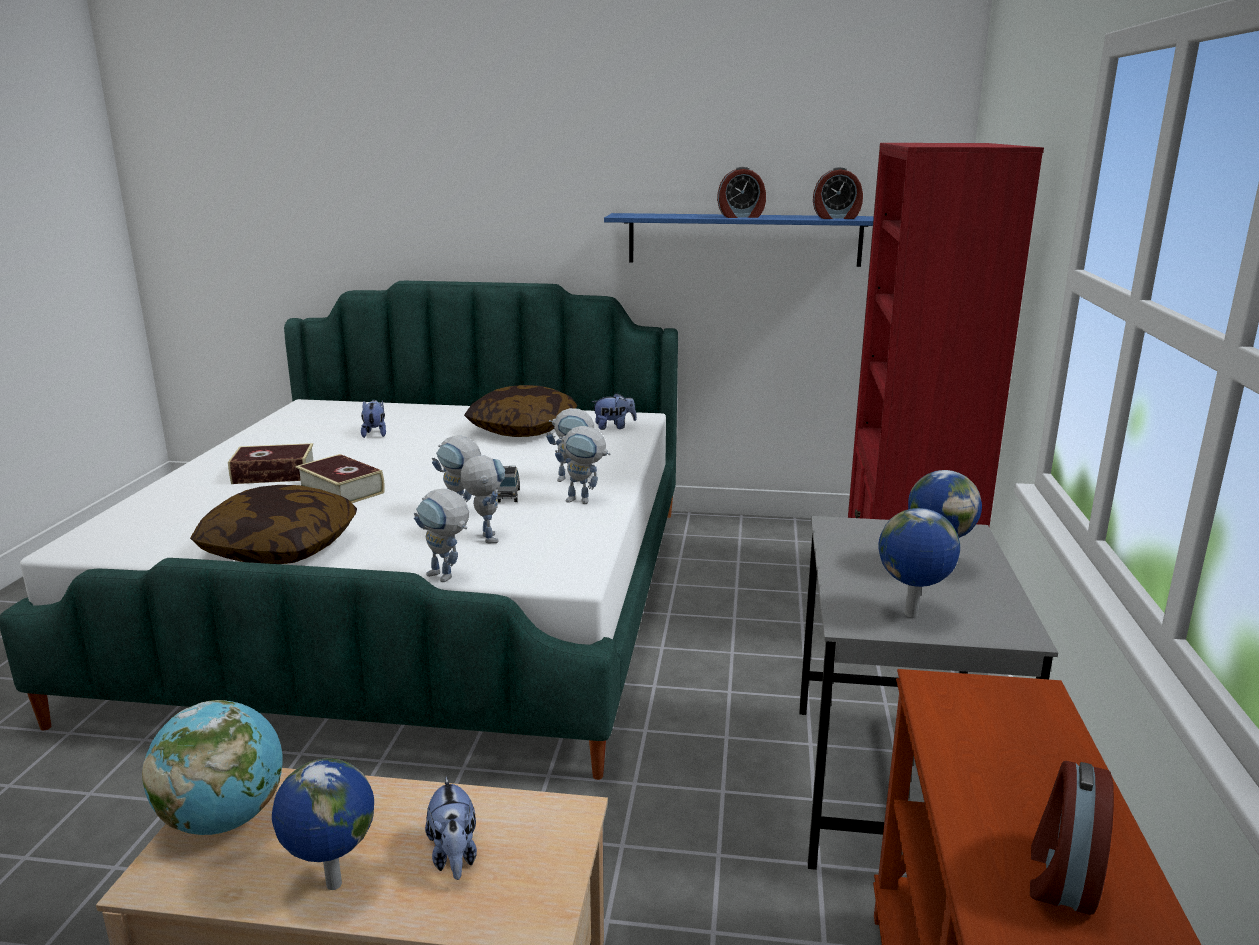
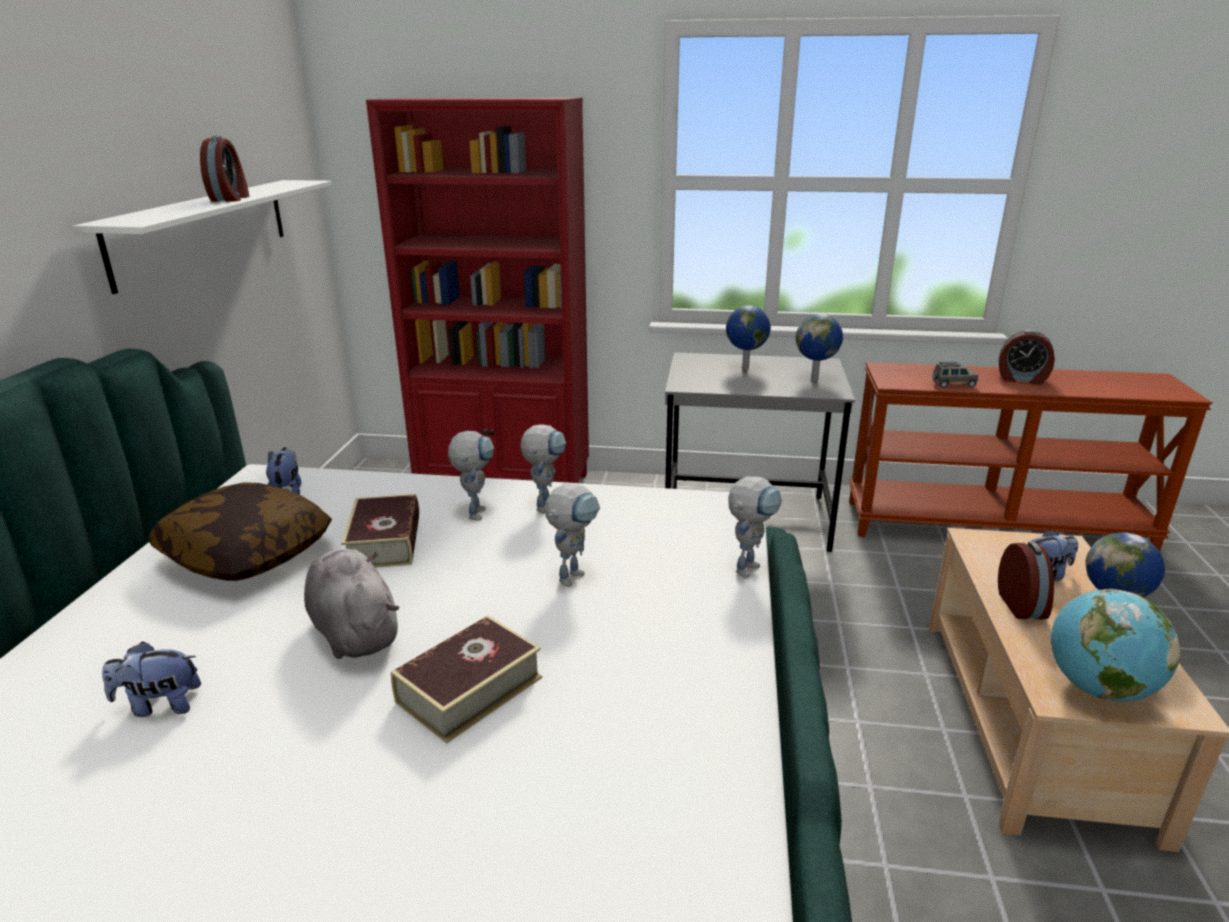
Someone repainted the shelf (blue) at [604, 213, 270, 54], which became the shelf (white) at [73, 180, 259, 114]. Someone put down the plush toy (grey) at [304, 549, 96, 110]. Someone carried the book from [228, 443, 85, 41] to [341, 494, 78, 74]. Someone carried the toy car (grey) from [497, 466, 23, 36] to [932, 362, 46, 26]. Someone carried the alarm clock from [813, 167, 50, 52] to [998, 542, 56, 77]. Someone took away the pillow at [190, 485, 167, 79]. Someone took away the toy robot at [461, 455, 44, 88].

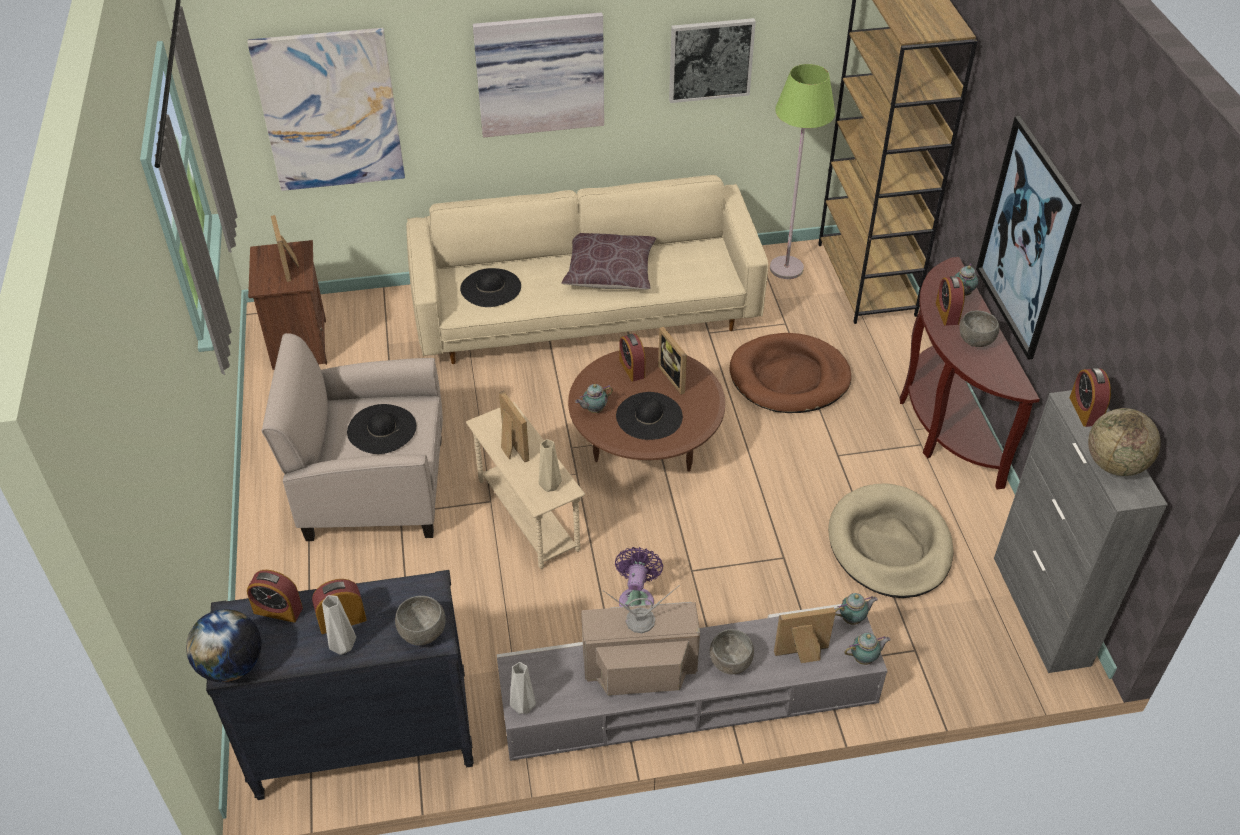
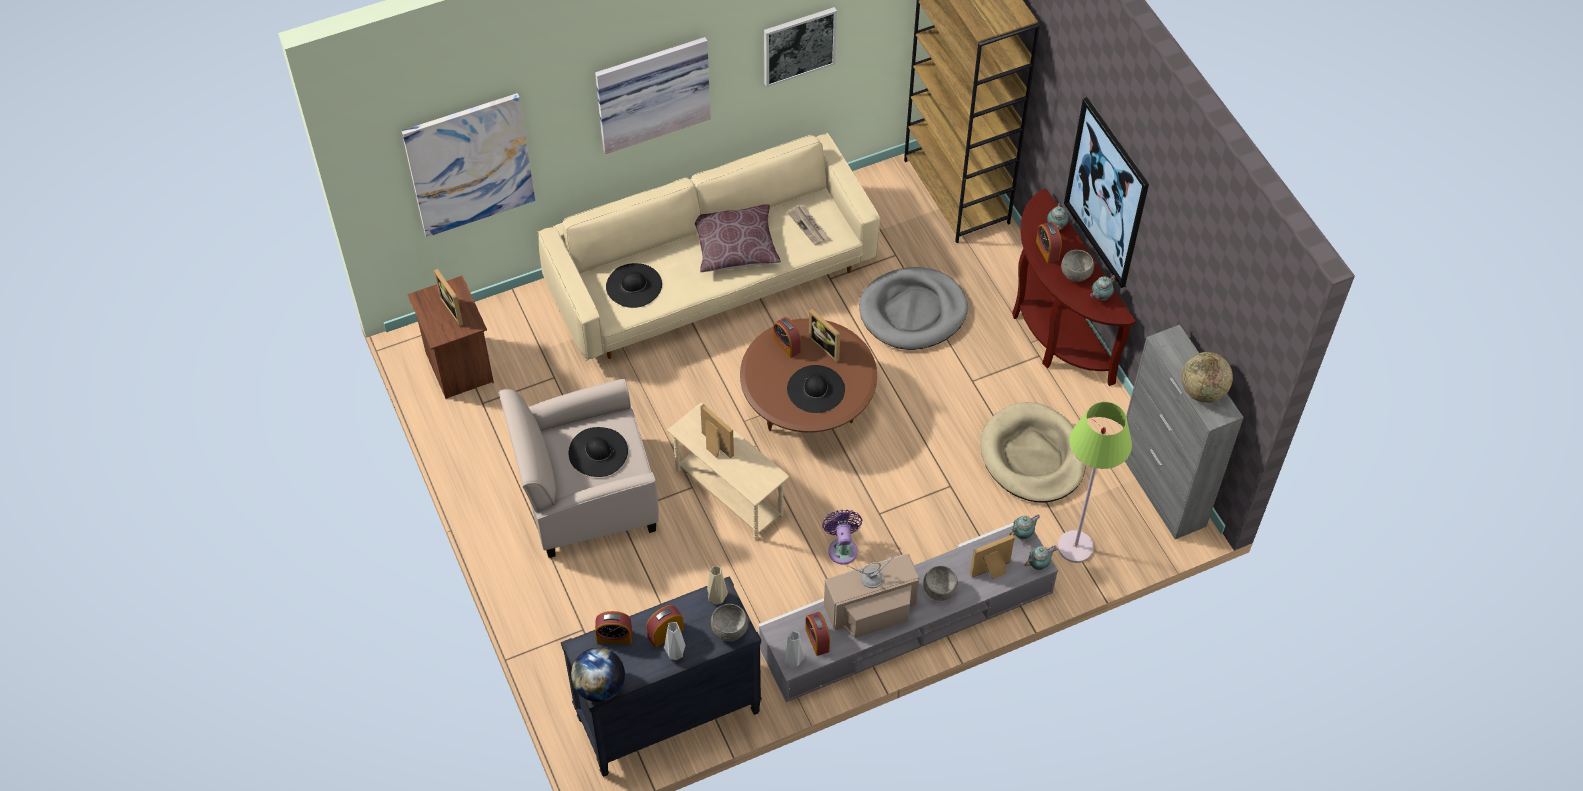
Someone carried the vase (beige) from [539, 439, 23, 53] to [707, 566, 21, 39]. Someone put down the newspaper at [788, 206, 41, 39]. Someone carried the alarm clock from [1069, 368, 42, 59] to [805, 612, 25, 44]. Someone repainted the dog bed (brown) at [729, 333, 123, 80], which became the dog bed (grey) at [859, 267, 109, 83]. Someone carried the floor lamp (green) from [770, 64, 65, 215] to [1058, 402, 74, 161]. Someone carried the teapot from [575, 384, 38, 29] to [1090, 275, 25, 26].

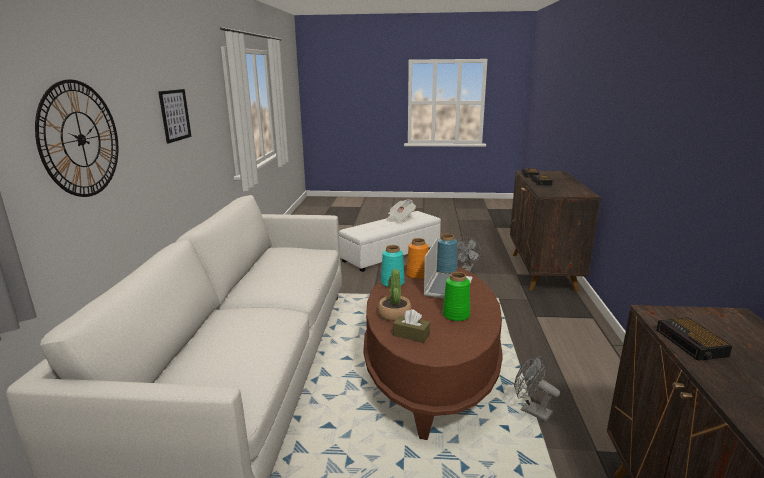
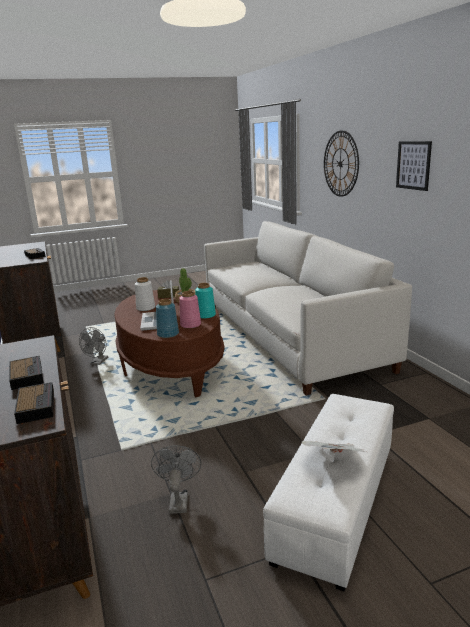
Someone rotated the fan (grey) at [514, 357, 46, 65] by 90 degrees clockwise. Someone repainted the vase (green) at [443, 272, 27, 49], which became the vase (white) at [135, 277, 20, 34]. Someone repainted the vase (orange) at [406, 238, 22, 41], which became the vase (pink) at [179, 291, 22, 38].

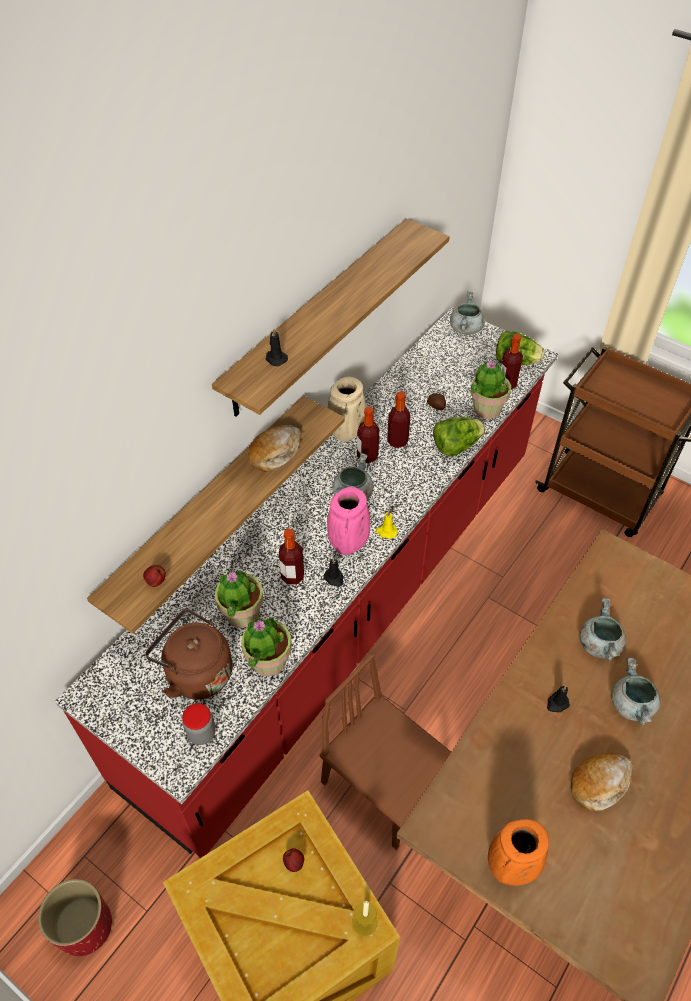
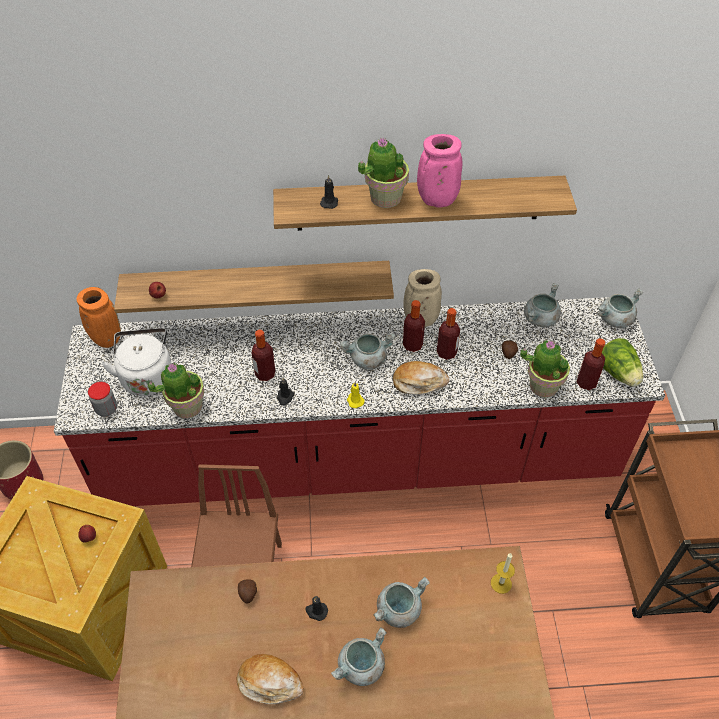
Someone carried the vase (orange) from [488, 819, 61, 67] to [76, 287, 45, 61]. Someone repainted the kettle (brown) at [145, 609, 88, 91], which became the kettle (white) at [101, 328, 71, 68]. Someone put down the potato at [238, 579, 19, 25]. Someone carried the potted plant from [215, 570, 49, 58] to [358, 137, 51, 71]. Someone carried the bread from [248, 425, 53, 47] to [393, 361, 56, 33]. Someone carried the vase (pink) from [327, 487, 43, 68] to [417, 134, 45, 74]. Someone carried the candle from [352, 901, 25, 35] to [491, 553, 24, 41]. Someone put down the cooking pot (grey) at [524, 283, 37, 44]. Someone took away the lettuce at [433, 417, 52, 39].

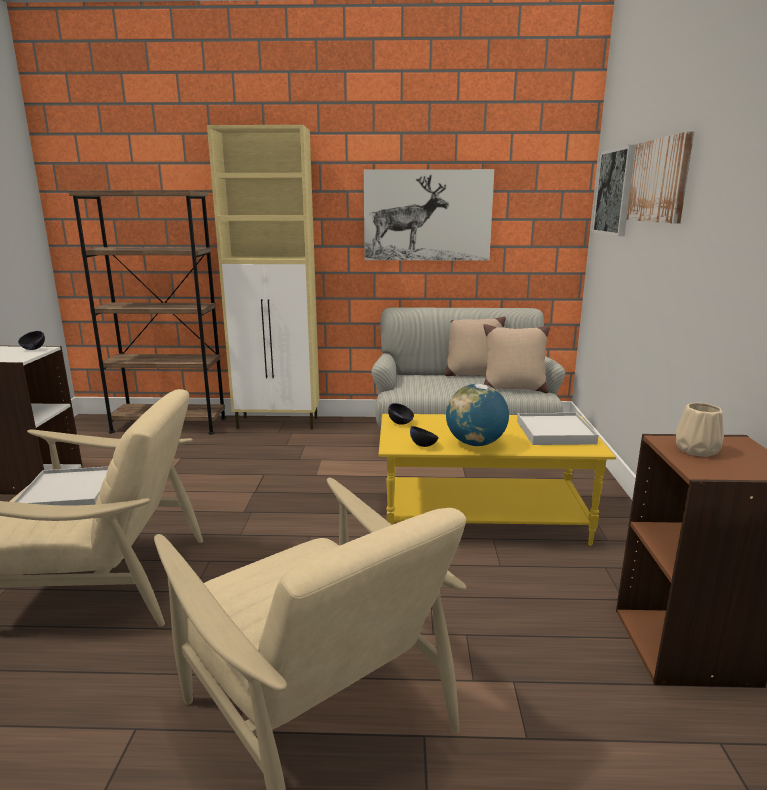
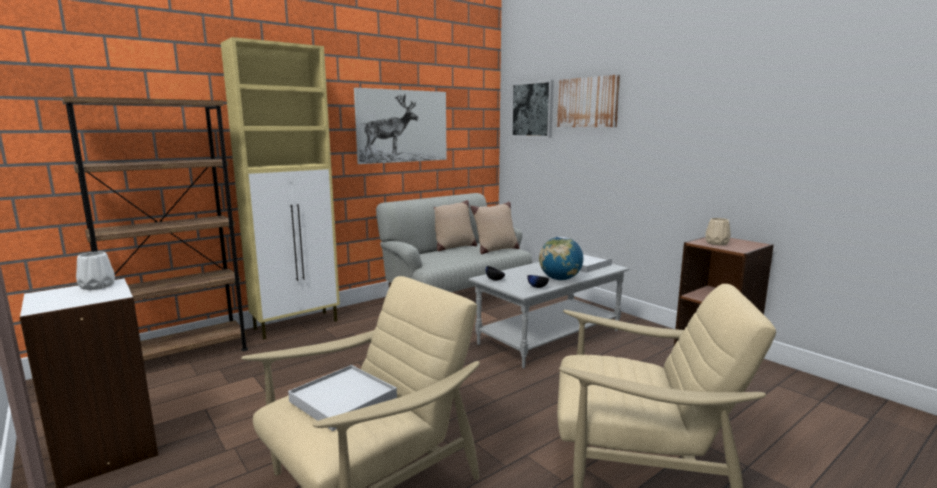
Someone swapped the bowl (black) at [18, 331, 27, 19] for the vase (white) at [76, 252, 39, 38]. Someone repainted the coffee table (yellow) at [379, 414, 237, 132], which became the coffee table (grey) at [468, 262, 161, 107].

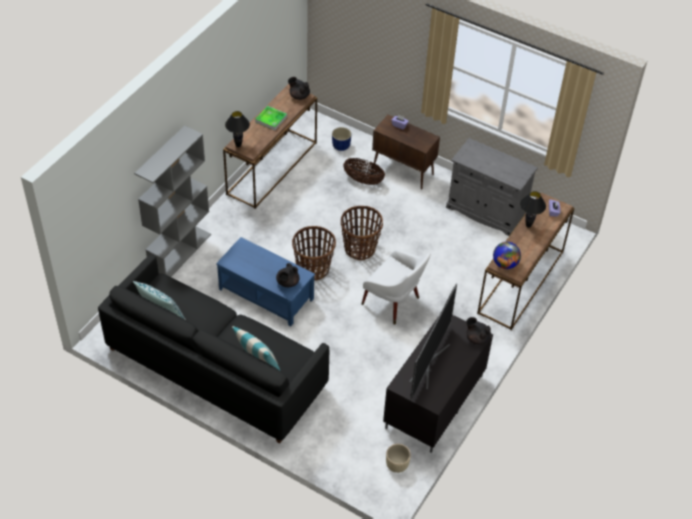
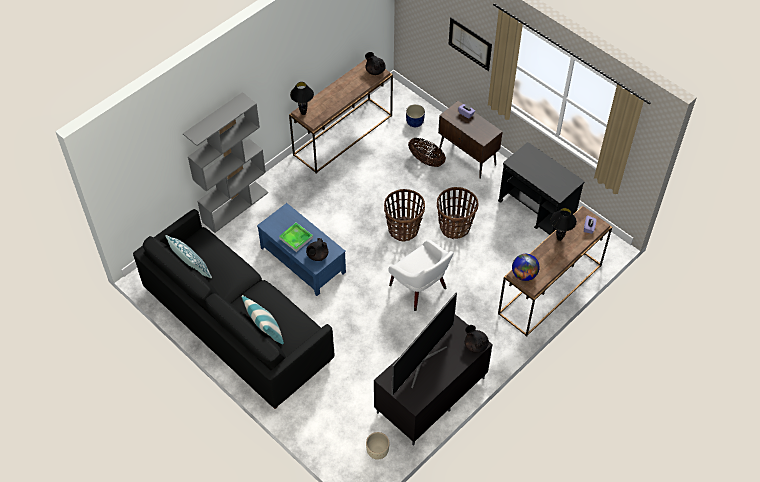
Someone carried the tray from [255, 106, 32, 24] to [279, 223, 34, 29]. Someone carried the basket from [292, 226, 44, 55] to [437, 187, 41, 52]. Someone put up the picture at [448, 17, 44, 54]. Someone swapped the cabinet (grey) at [446, 138, 92, 98] for the cart (black) at [498, 142, 87, 93].

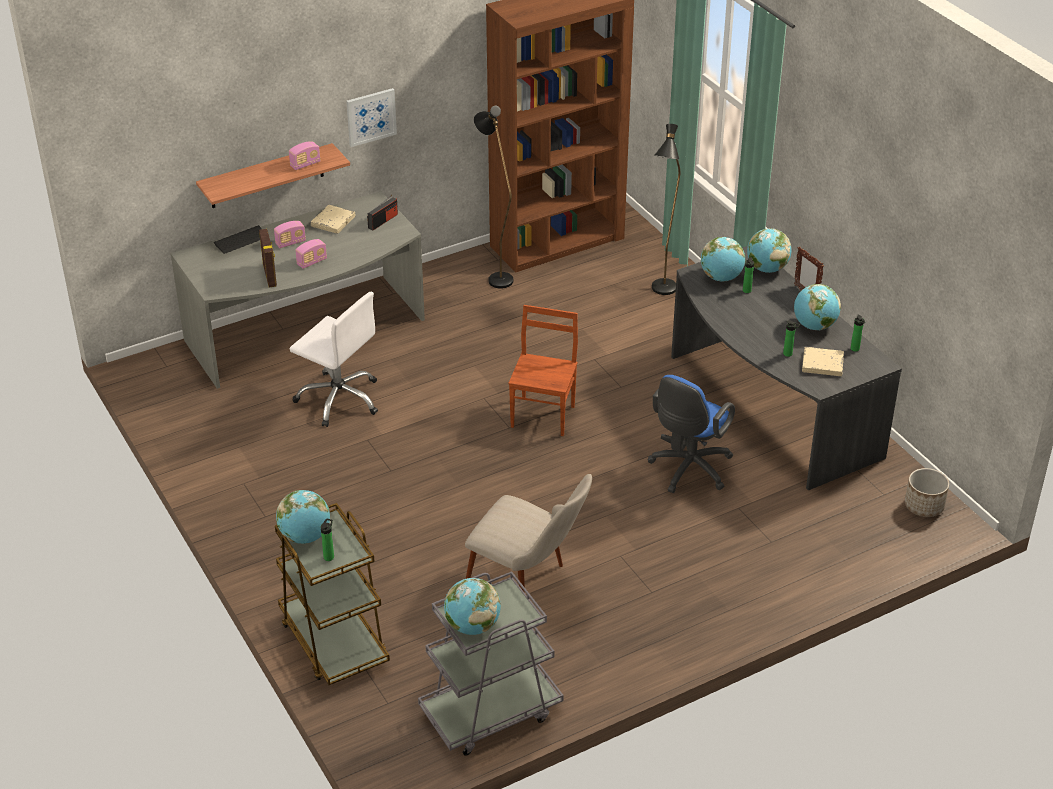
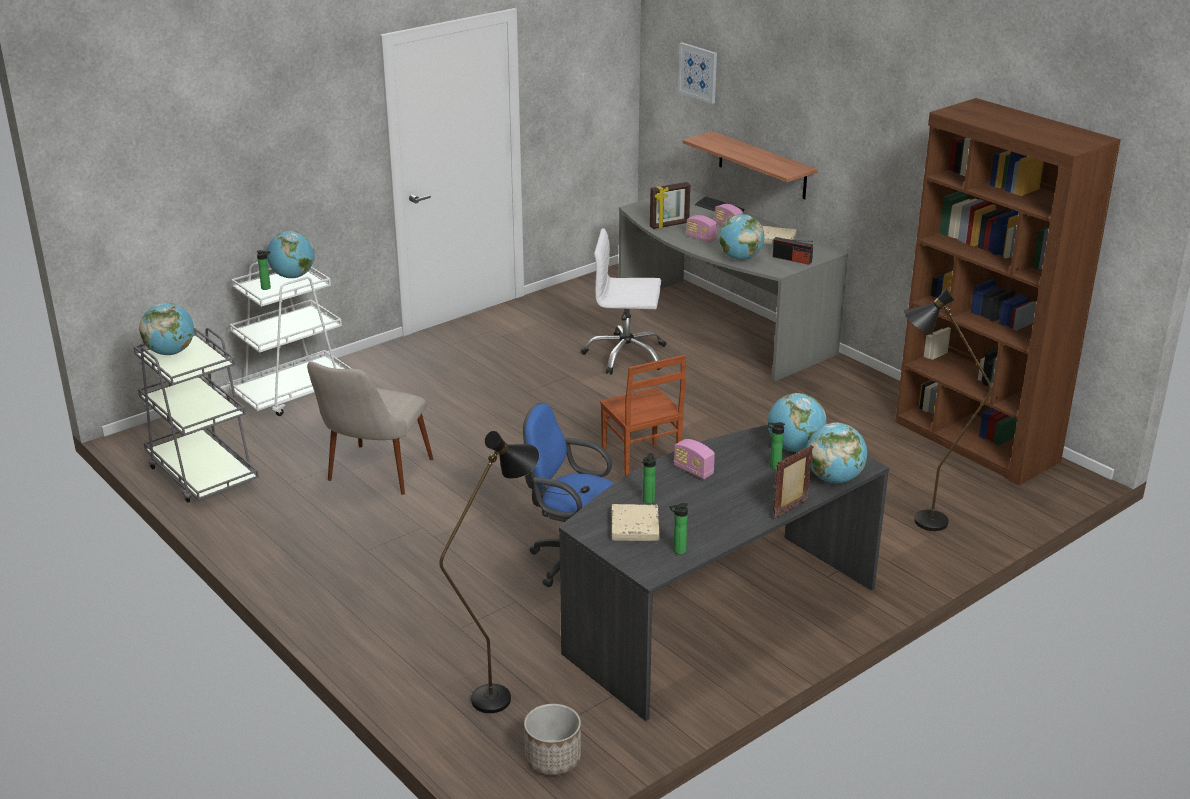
Someone repainted the cart (brown) at [275, 503, 115, 182], which became the cart (white) at [228, 260, 124, 156]. Someone carried the floor lamp (black) from [474, 106, 39, 182] to [439, 431, 100, 282]. Someone rotated the office chair (white) at [290, 292, 88, 135] by 75 degrees clockwise. Someone rotated the chair (brown) at [508, 305, 70, 131] by 60 degrees clockwise. Someone carried the radio from [289, 141, 31, 29] to [674, 439, 41, 40]. Someone carried the picture from [346, 88, 51, 59] to [678, 42, 39, 62]. Someone carried the globe from [794, 284, 47, 46] to [719, 214, 45, 46].

